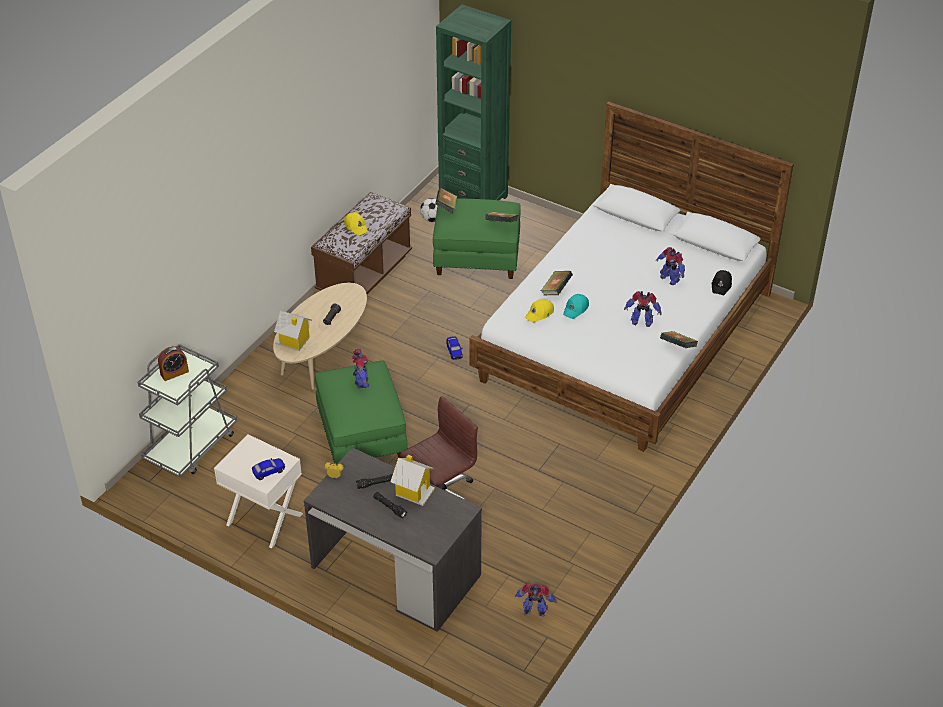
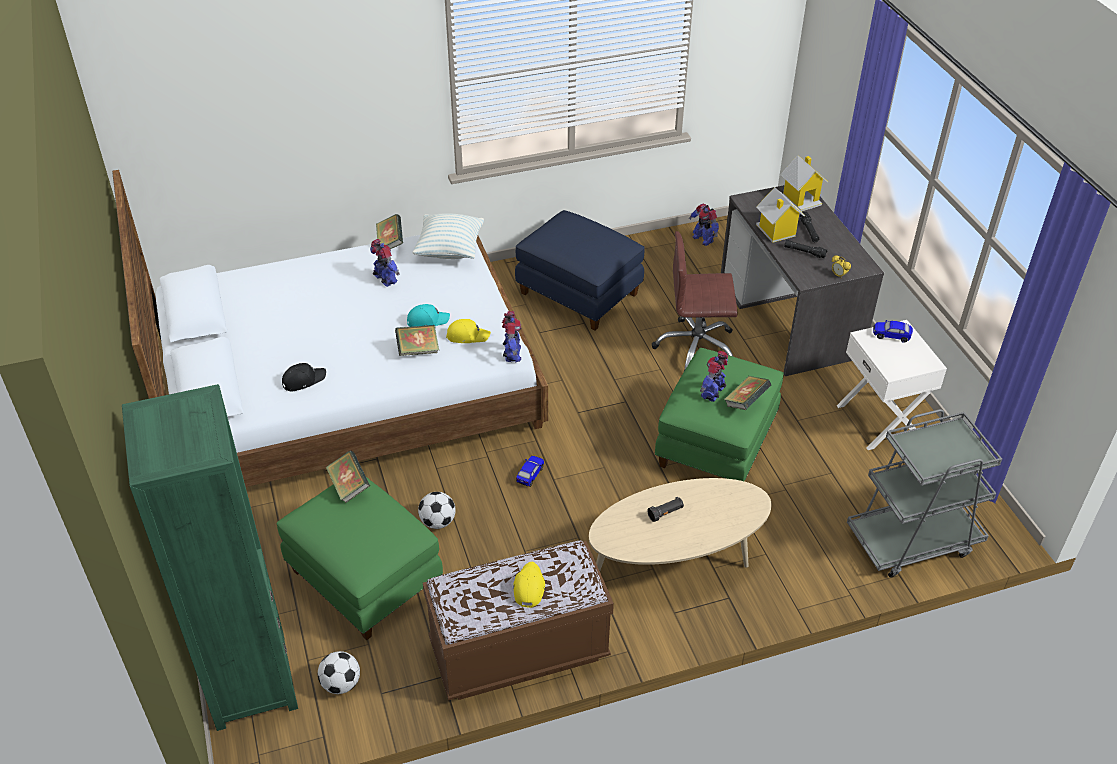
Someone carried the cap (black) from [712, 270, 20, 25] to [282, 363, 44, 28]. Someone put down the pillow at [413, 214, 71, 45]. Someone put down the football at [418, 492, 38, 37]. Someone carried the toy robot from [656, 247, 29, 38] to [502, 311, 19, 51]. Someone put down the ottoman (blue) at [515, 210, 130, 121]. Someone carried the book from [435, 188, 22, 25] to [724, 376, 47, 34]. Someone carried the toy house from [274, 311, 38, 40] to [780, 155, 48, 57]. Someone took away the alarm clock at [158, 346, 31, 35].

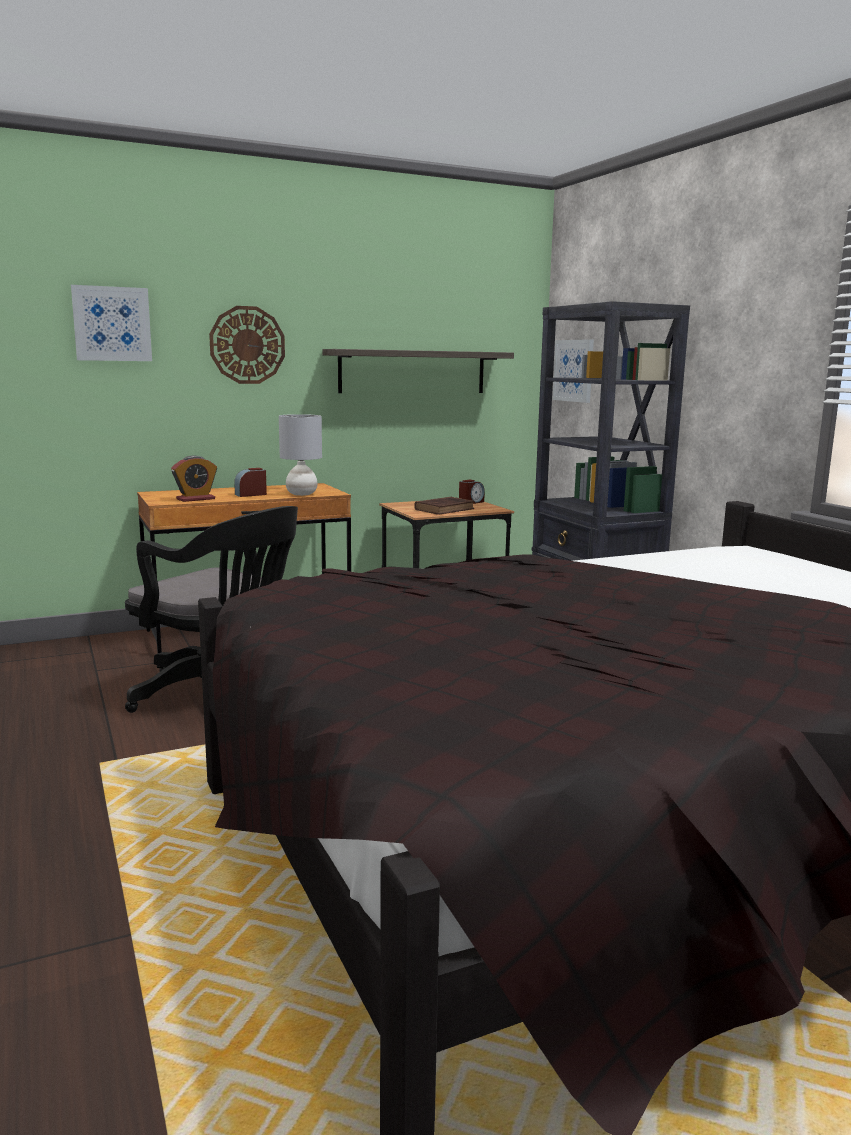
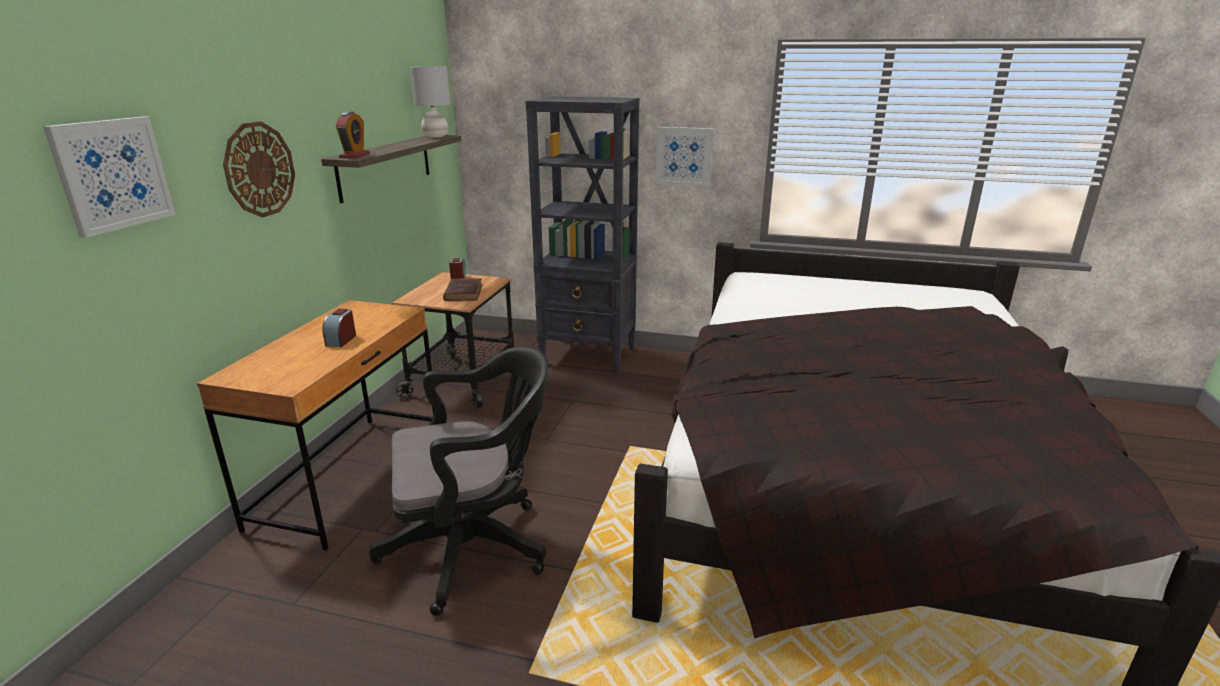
Someone carried the alarm clock from [171, 456, 46, 46] to [336, 111, 34, 47]. Someone carried the table lamp (grey) from [279, 414, 43, 82] to [410, 67, 40, 71]. Someone carried the picture from [552, 339, 42, 64] to [656, 127, 58, 59].

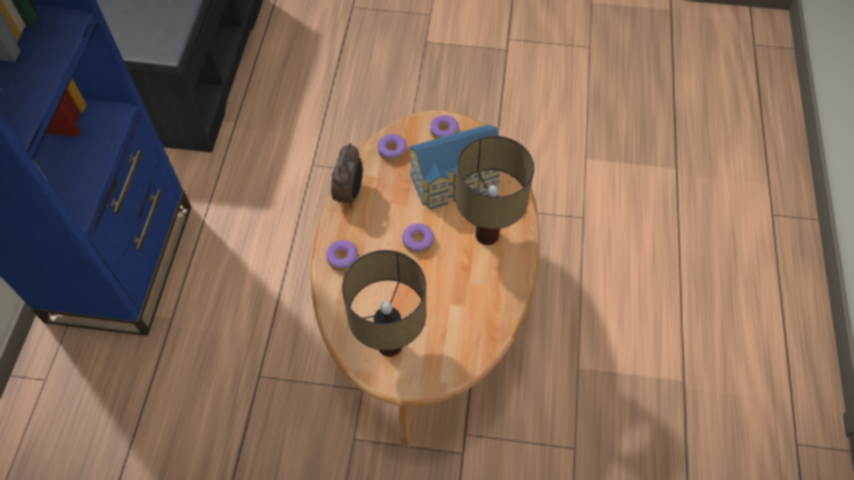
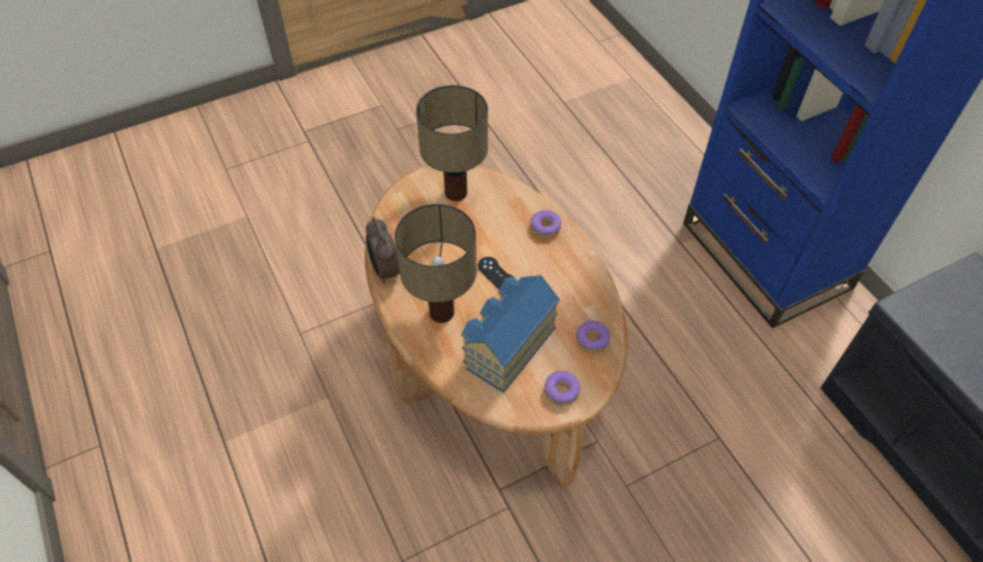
Someone carried the alarm clock from [331, 143, 32, 64] to [366, 217, 34, 67]. Someone swapped the donut at [402, 223, 33, 31] for the game controller (black) at [478, 257, 36, 32].

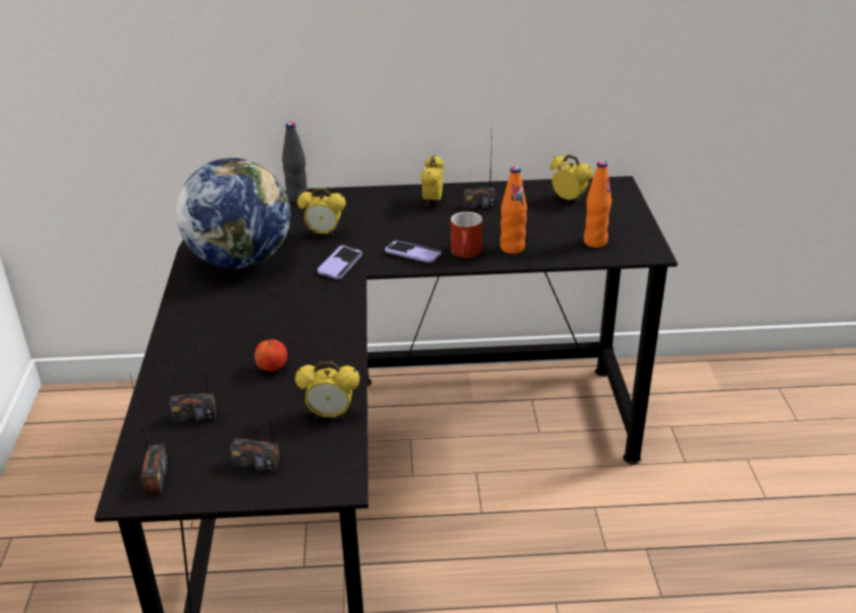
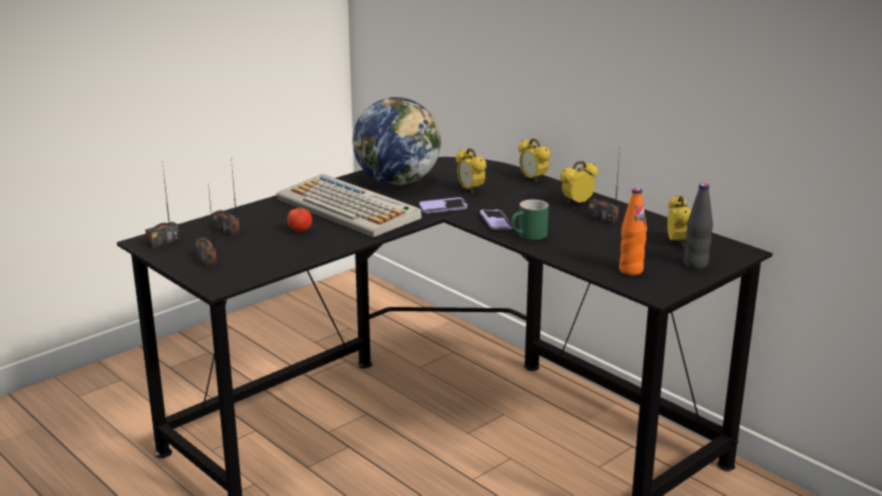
Someone put down the keyboard at [276, 174, 146, 63]. Someone repainted the mug (red) at [451, 212, 32, 46], which became the mug (green) at [511, 199, 38, 41]. Someone carried the alarm clock from [295, 361, 65, 58] to [518, 138, 33, 45]. Someone carried the bottle (black) from [282, 122, 26, 81] to [684, 183, 29, 86]. Someone took away the bottle (orange) at [500, 166, 27, 88].

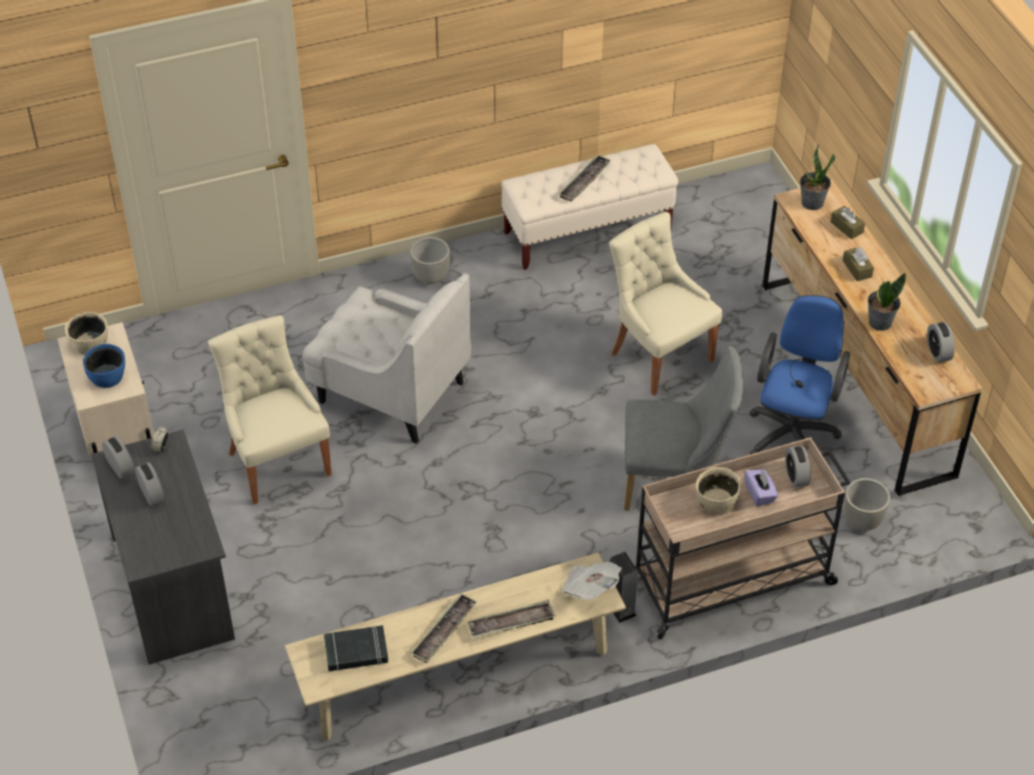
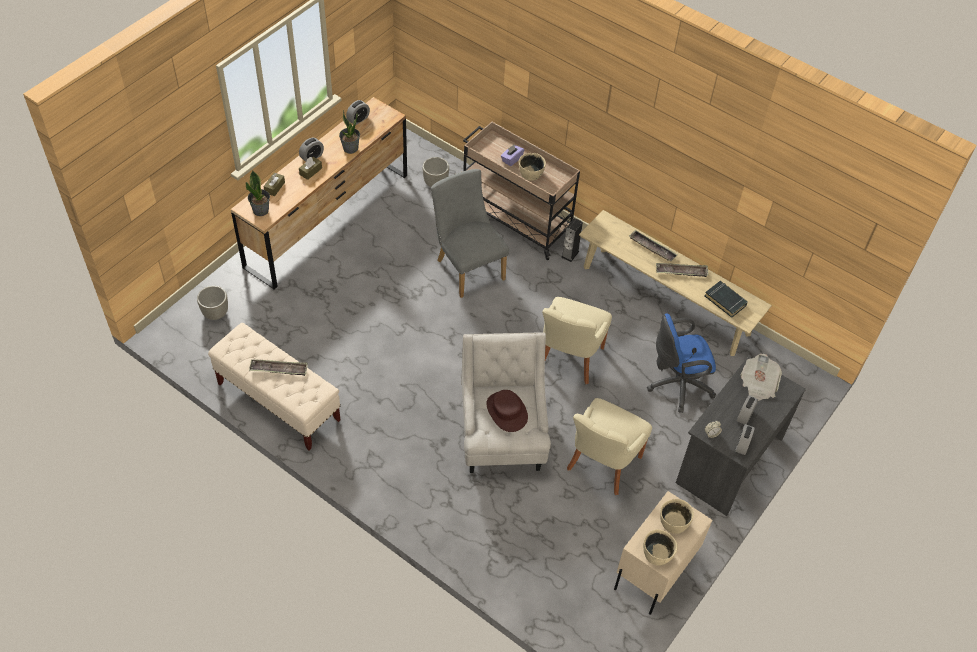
Someone carried the planter (grey) from [410, 237, 40, 47] to [197, 286, 31, 34]. Someone carried the alarm clock from [785, 446, 26, 42] to [299, 138, 25, 24]. Someone put down the hat (brown) at [486, 390, 42, 42]. Someone carried the chair (beige) from [609, 212, 114, 184] to [542, 297, 70, 87]. Someone carried the office chair (blue) from [749, 295, 101, 160] to [647, 314, 69, 99]. Someone repainted the bowl (blue) at [83, 344, 42, 44], which became the bowl (beige) at [660, 499, 34, 35]. Someone carried the newspaper from [560, 562, 62, 38] to [741, 354, 41, 47].

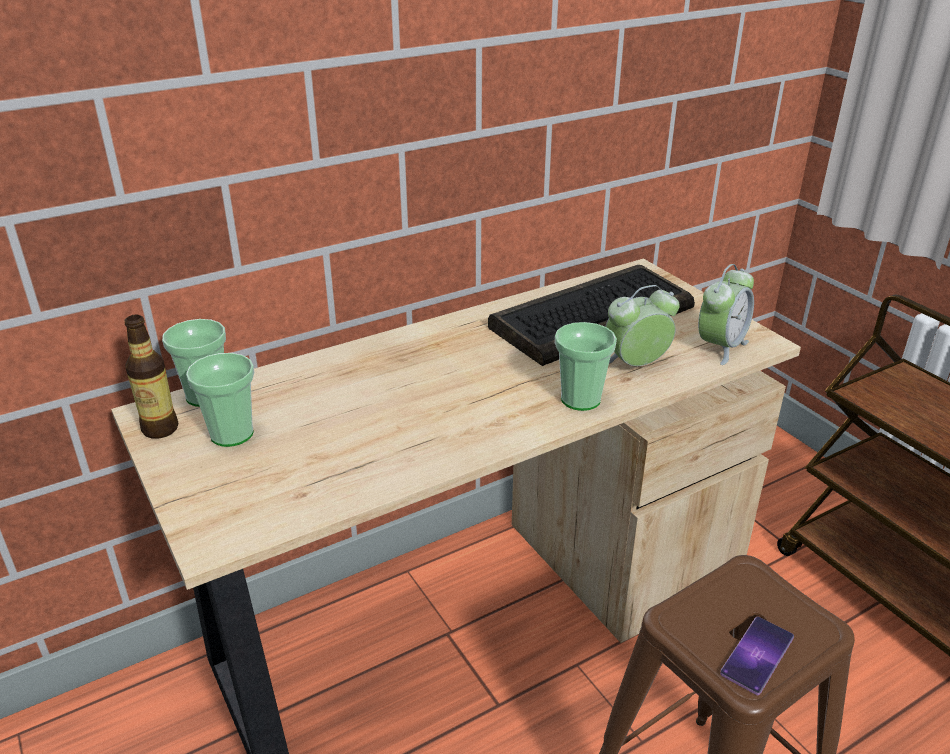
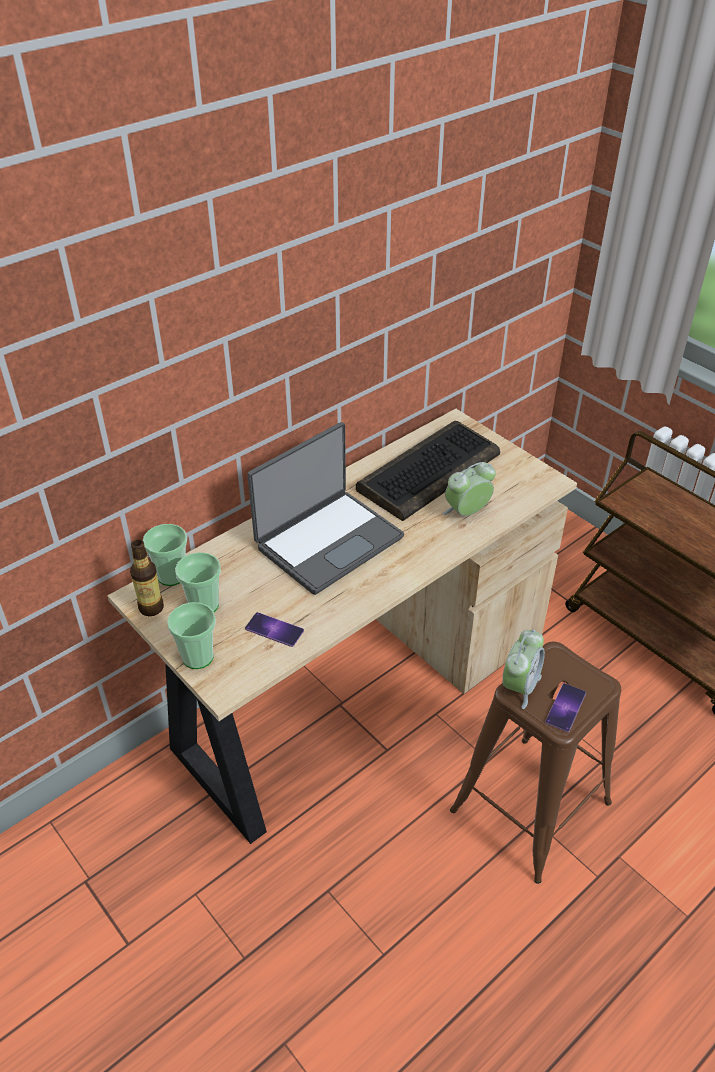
Someone carried the cup from [555, 322, 62, 89] to [167, 602, 49, 67]. Someone put down the phone at [245, 612, 59, 35]. Someone put down the laptop at [247, 422, 157, 173]. Someone carried the alarm clock from [698, 264, 56, 101] to [502, 629, 43, 80].

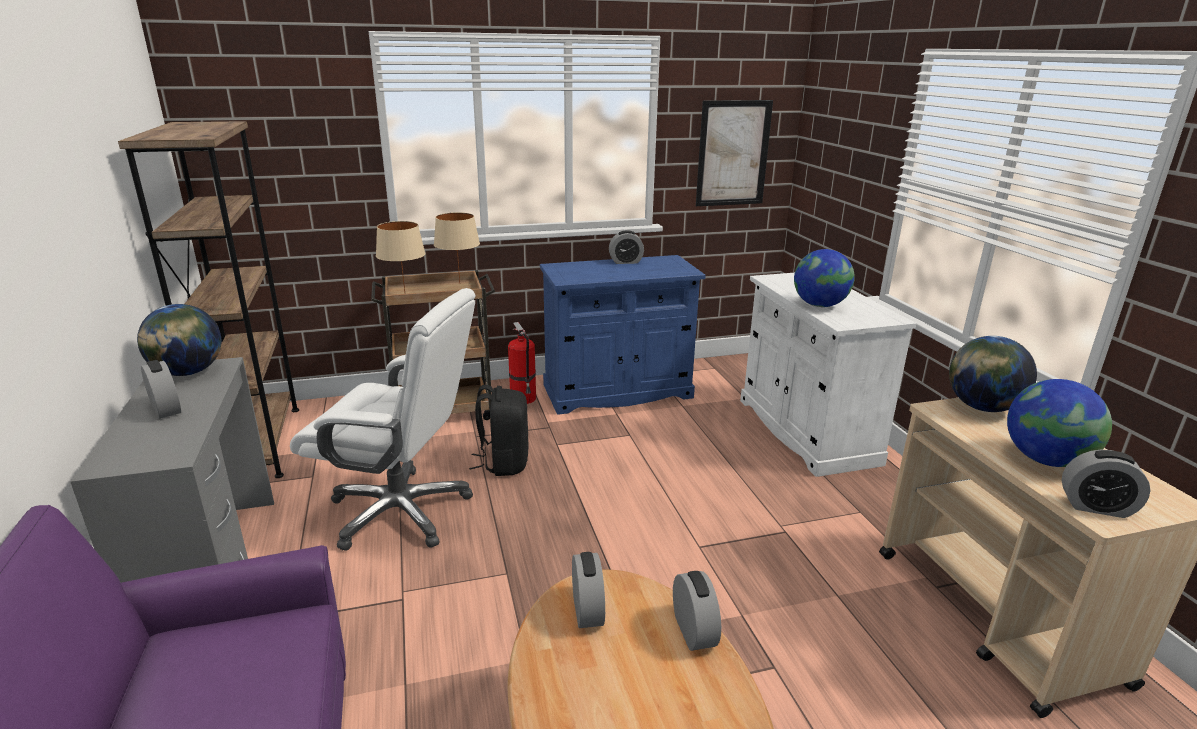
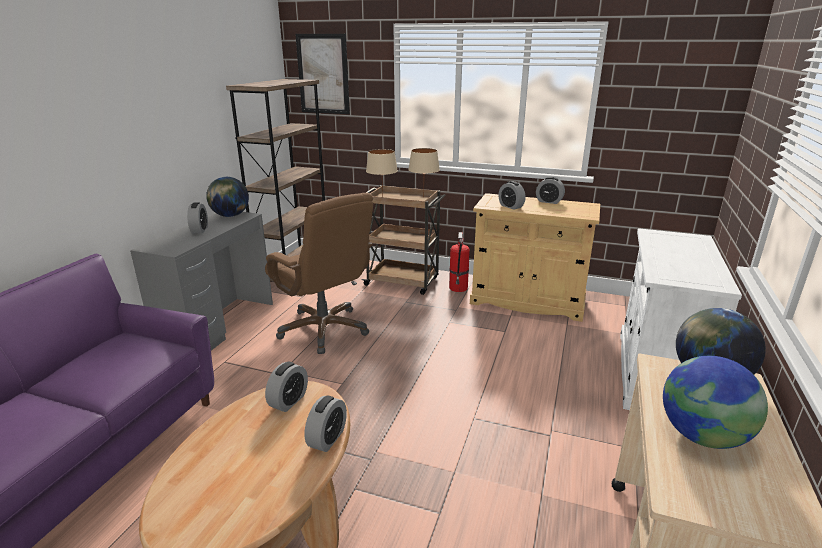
Someone repainted the office chair (white) at [290, 288, 185, 263], which became the office chair (brown) at [265, 193, 108, 161]. Someone carried the picture from [696, 100, 77, 106] to [295, 34, 55, 80]. Someone repainted the cabinet (blue) at [540, 255, 166, 160], which became the cabinet (beige) at [470, 193, 130, 129]. Someone carried the alarm clock from [1061, 450, 90, 68] to [499, 181, 27, 29]. Someone took away the backpack (black) at [469, 385, 59, 91]. Someone took away the globe at [794, 249, 61, 58].

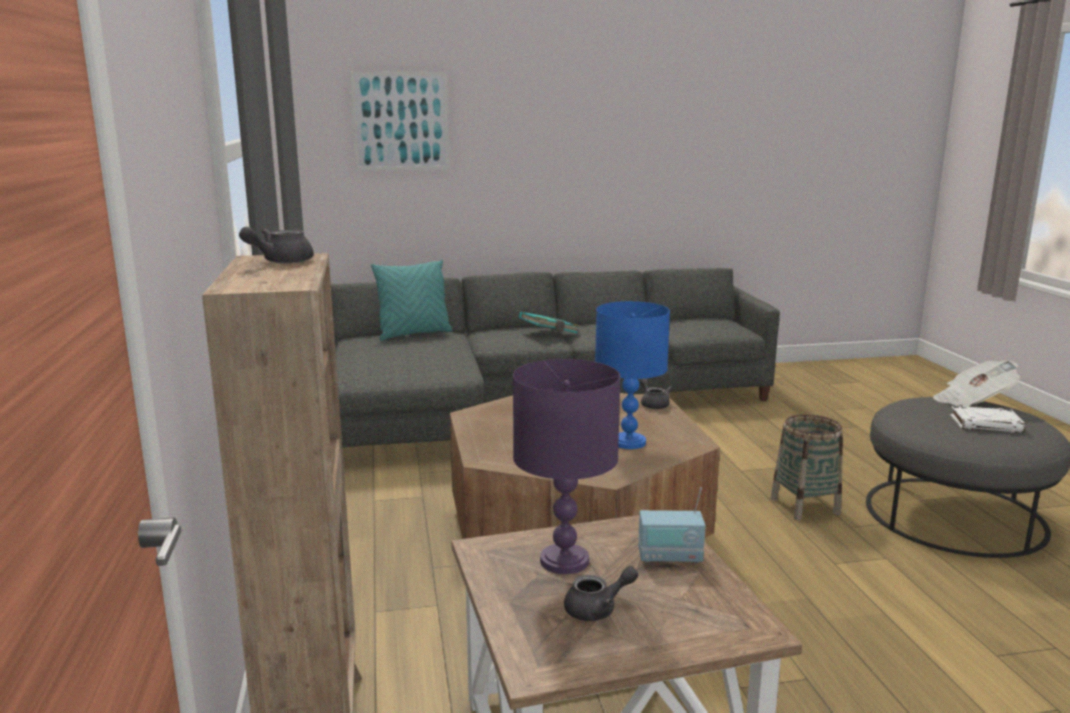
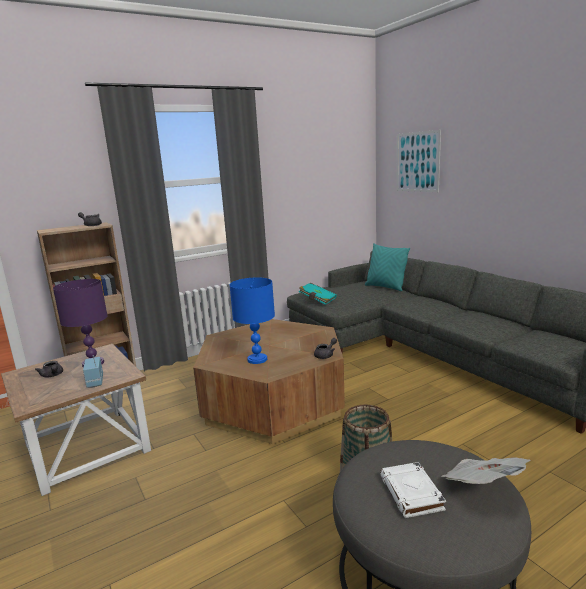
Someone carried the book (turquoise) from [519, 312, 61, 21] to [299, 283, 38, 22].

